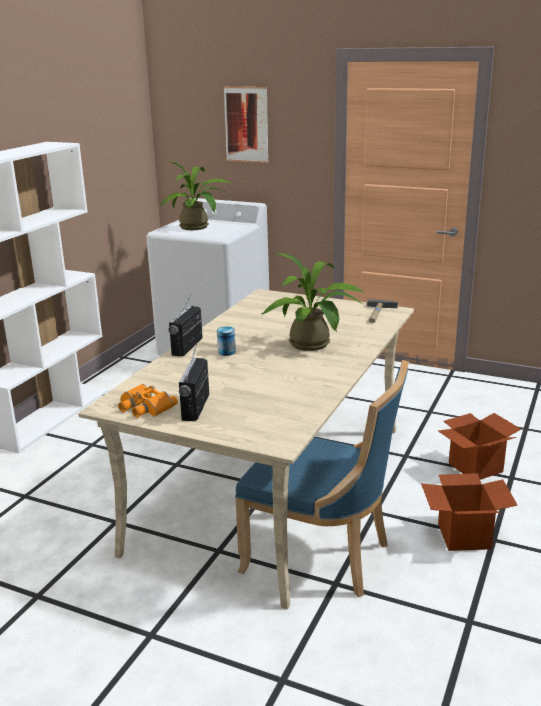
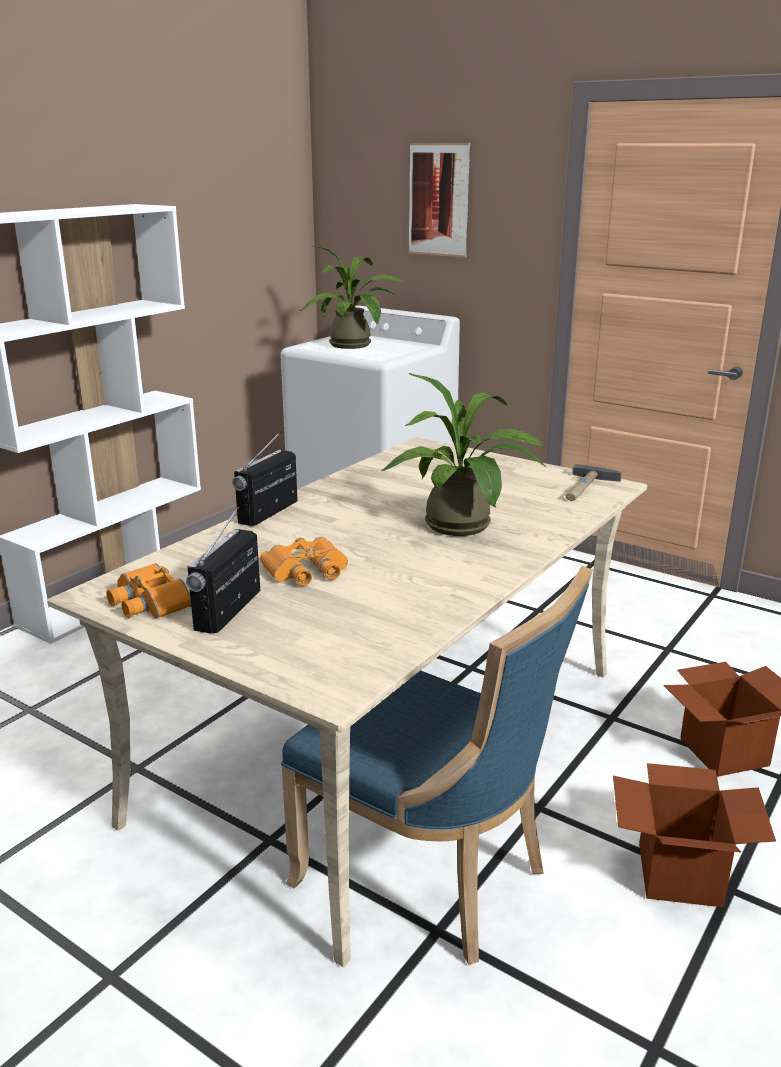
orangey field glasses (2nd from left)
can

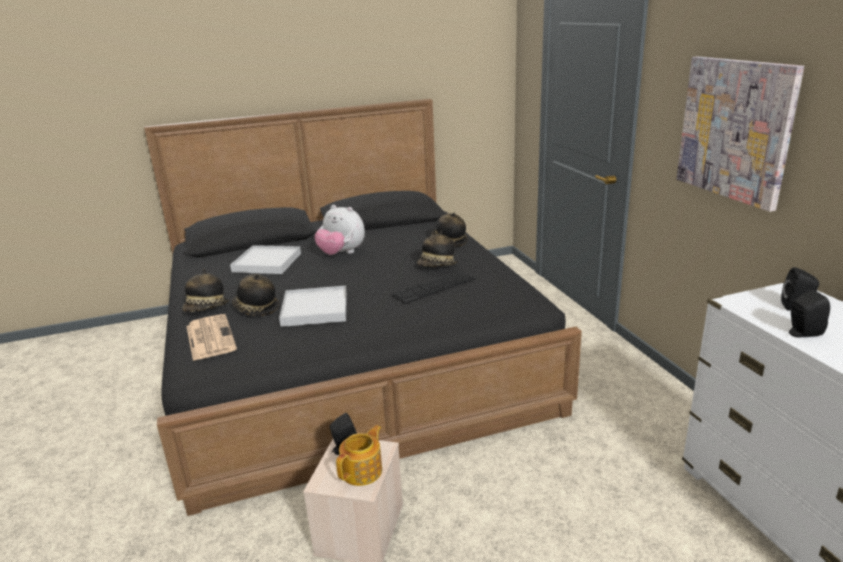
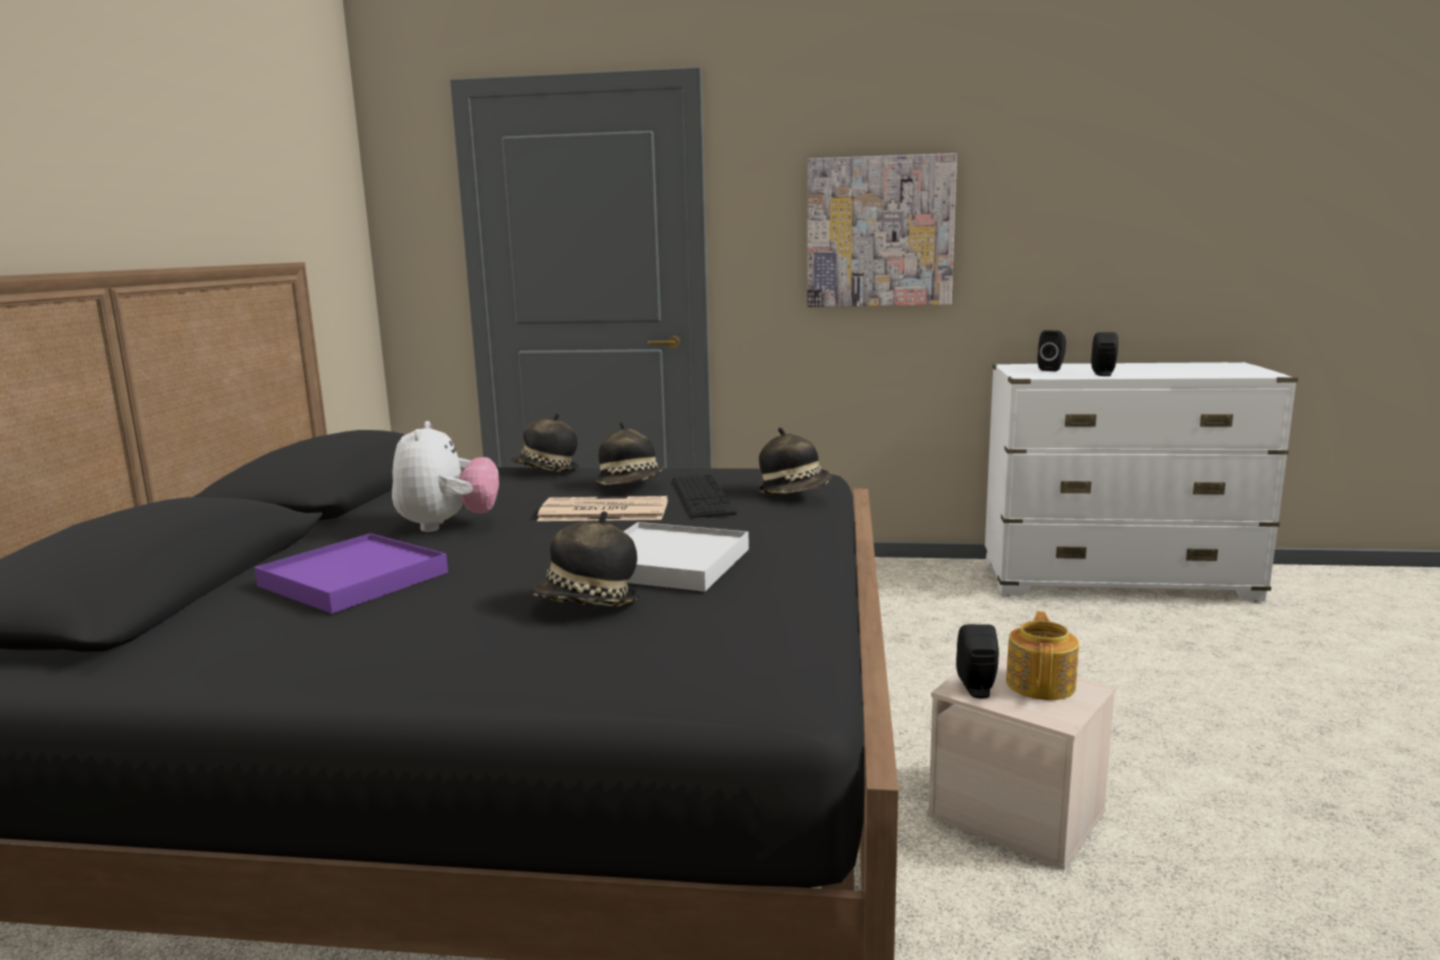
purple-coloured tray
cuddly toy
printed paper
hat (4th from left)
teapot

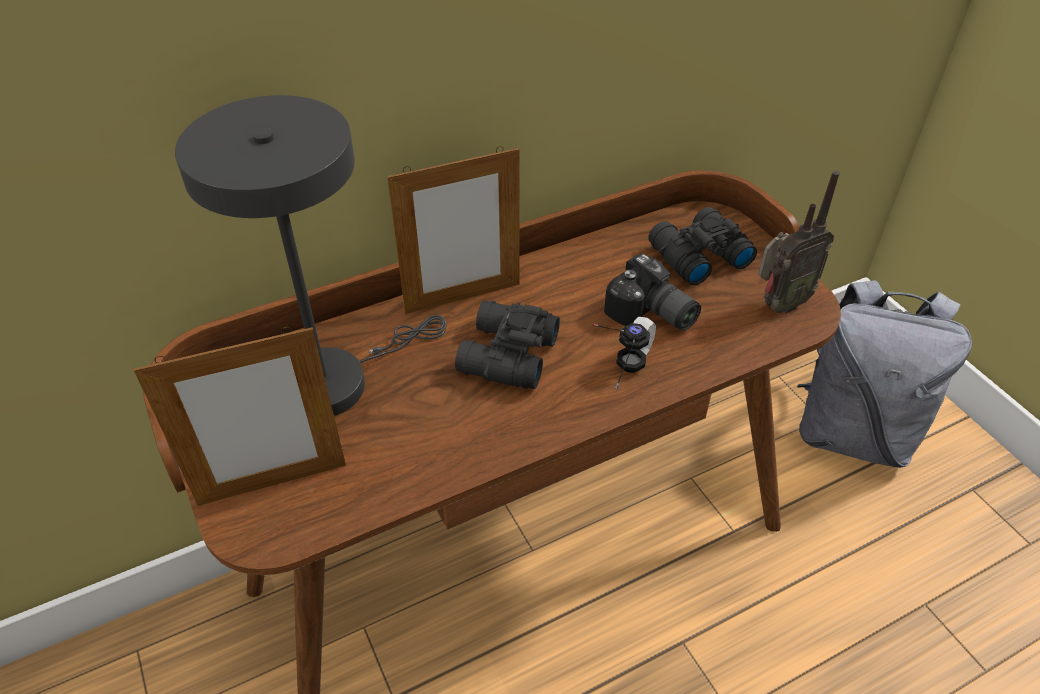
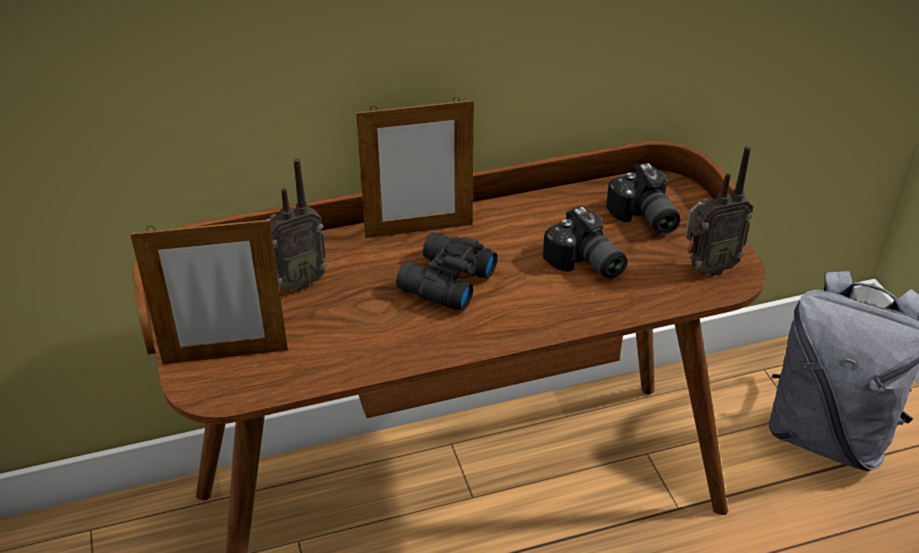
radio set (1st from left)
photo camera (2nd from left)
headset

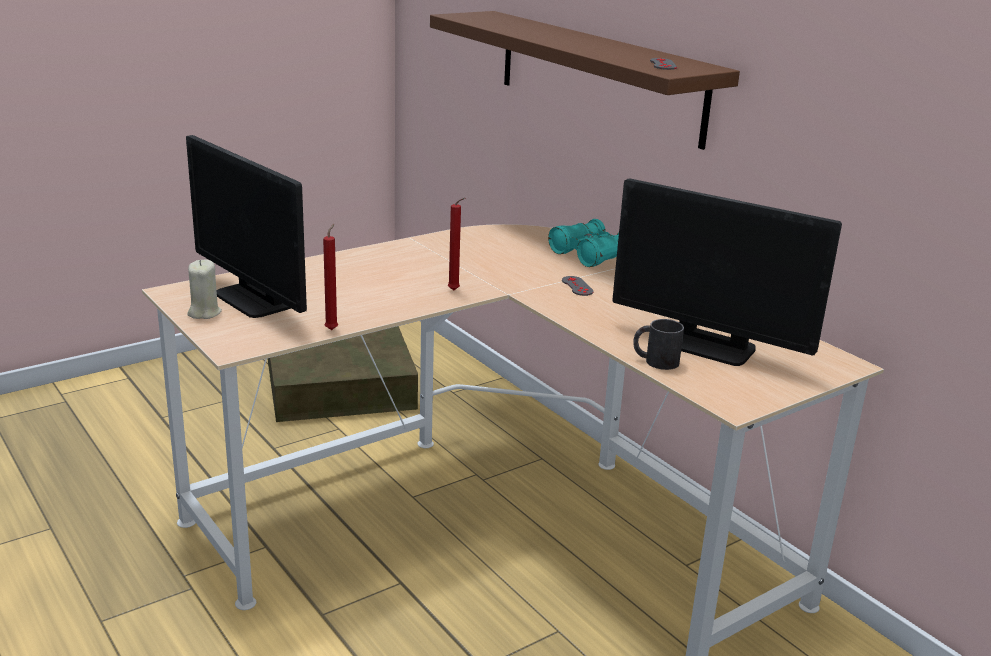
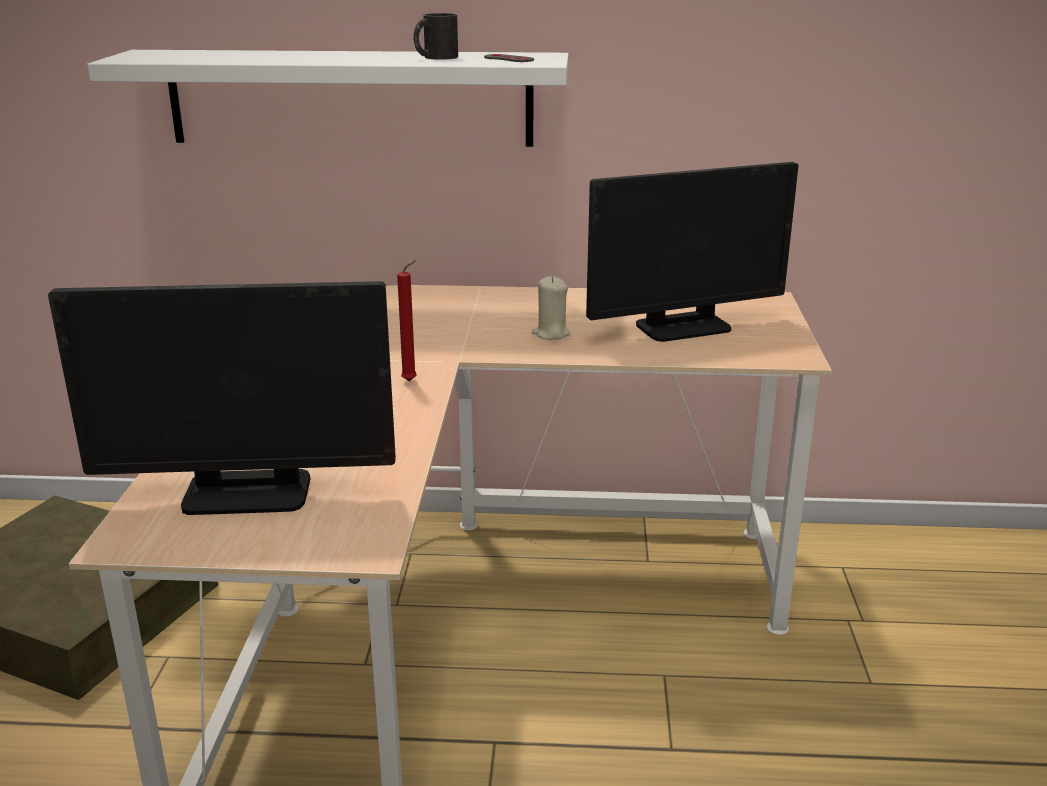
white wall shelf
black coffee mug
beige candle
red-coloured candle (1st from left in the first image)
turquoise-coloured field glasses
greyish joypad (1st from left in the first image)

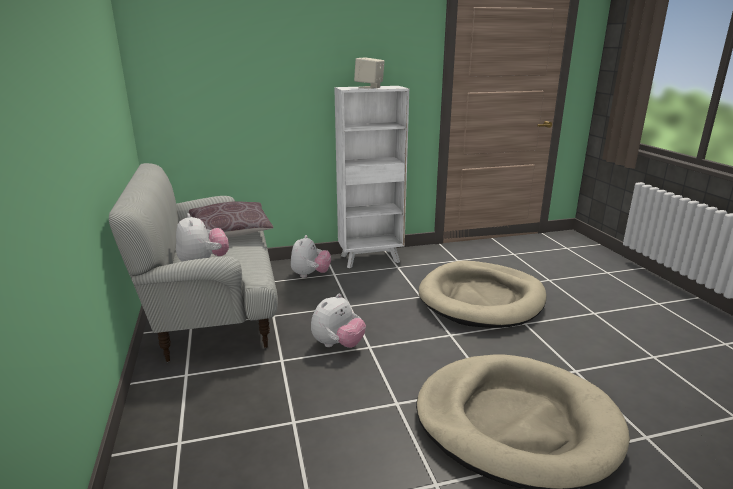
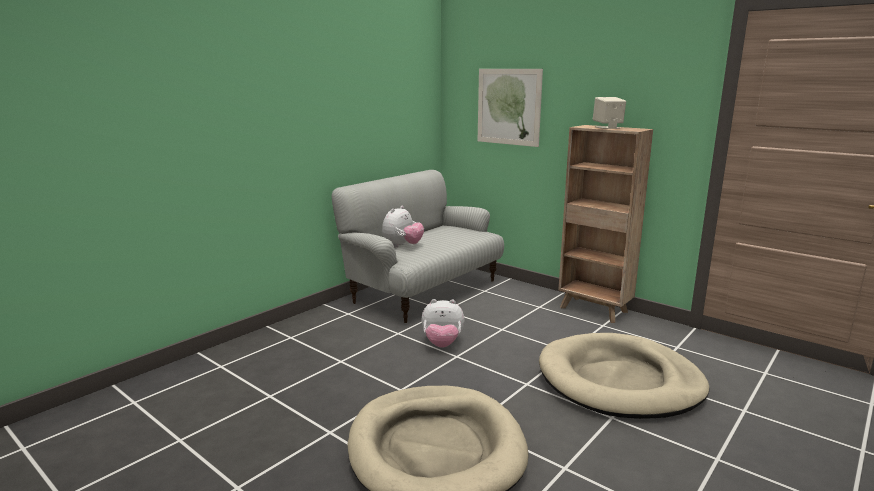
wall picture
brownish bookshelf
brownish cushion
cuddly toy (2nd from left in the first image)

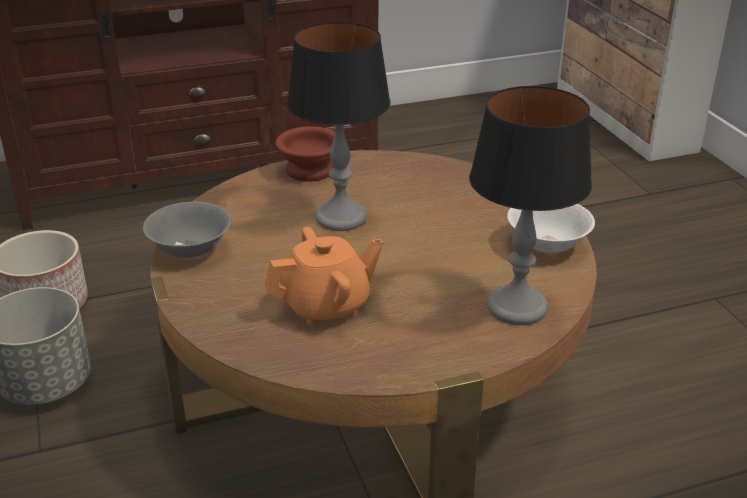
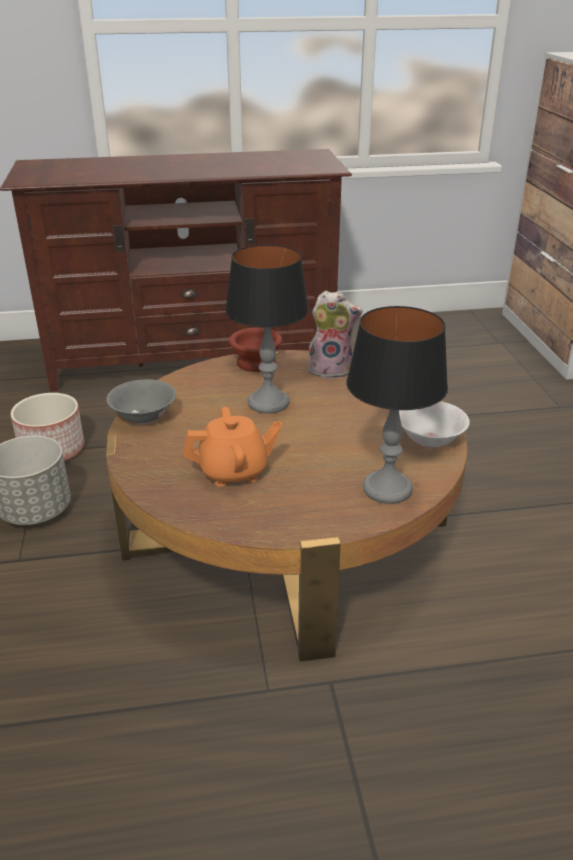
cuddly toy

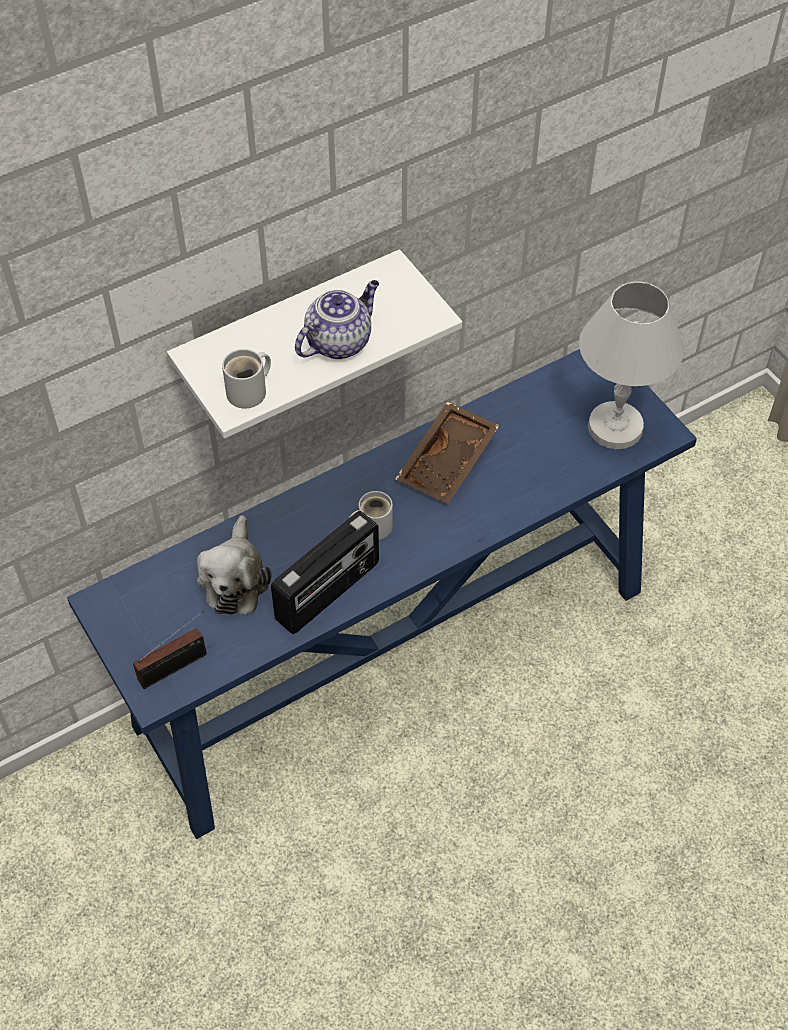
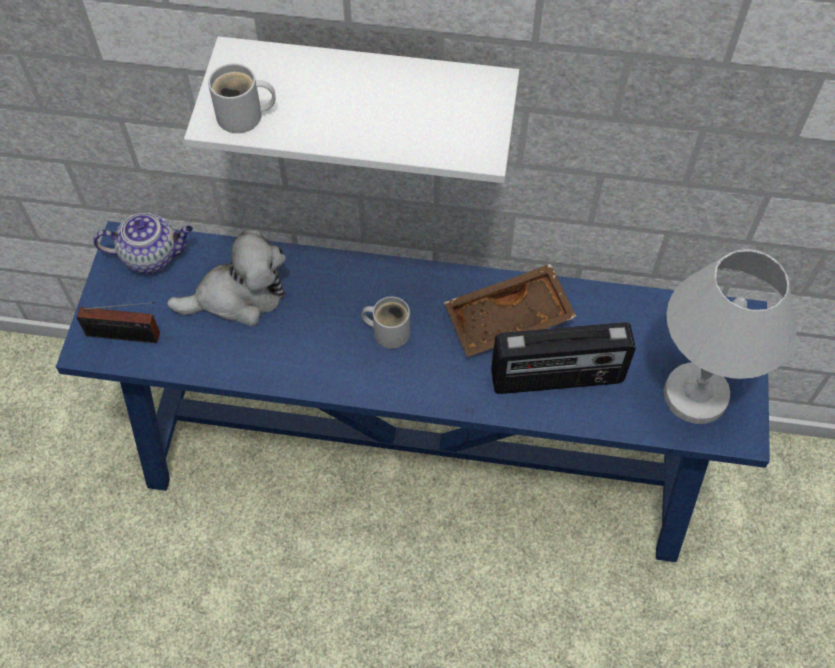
teapot
cuddly toy
radio set (2nd from left)

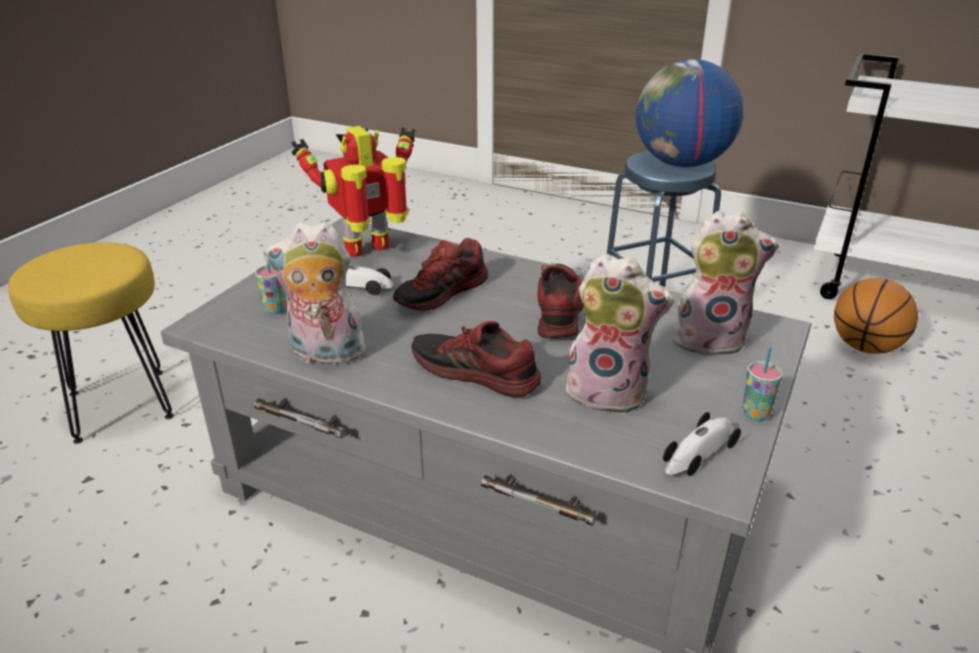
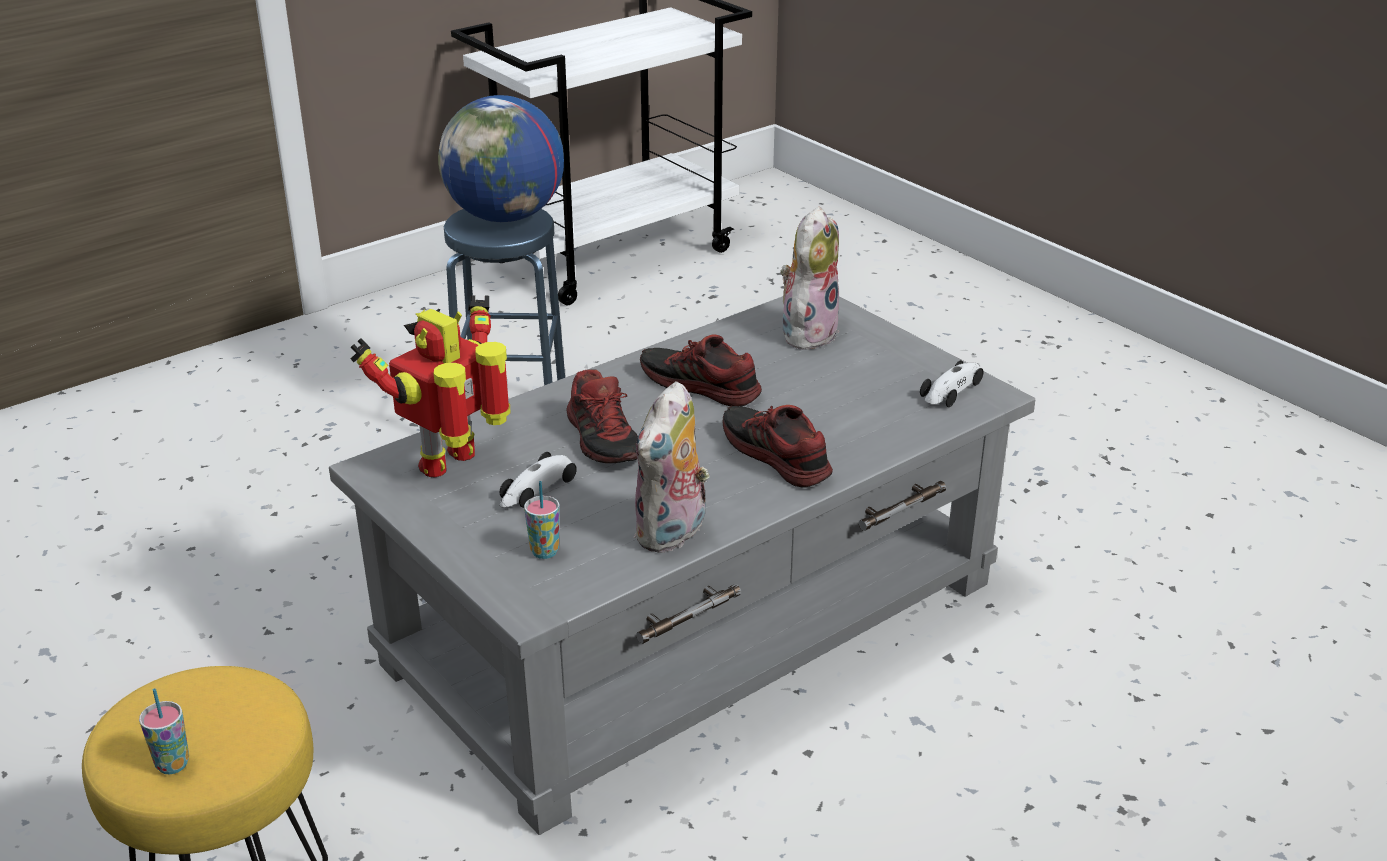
drinking cup (1st from left)
model robot
item of footwear (3rd from left)
model car (2nd from left)
cuddly toy (2nd from left in the first image)
basketball ball

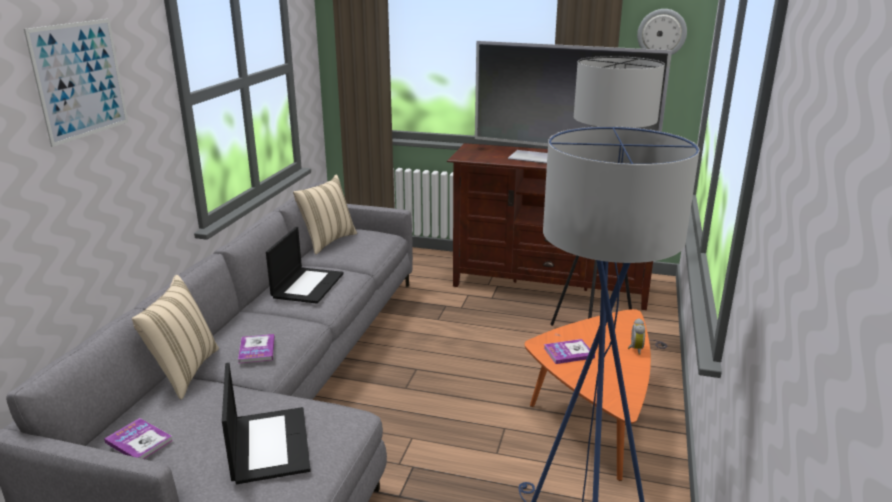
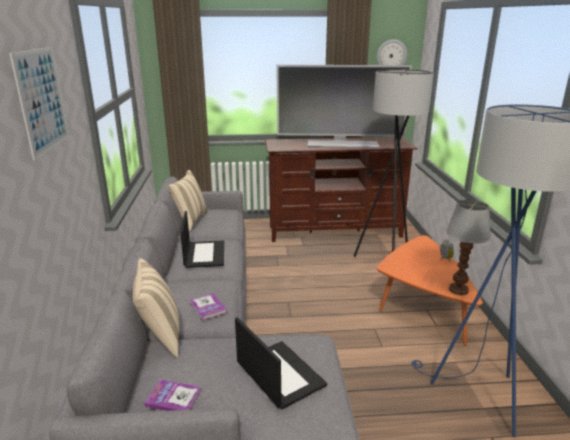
table lamp
bound book (3rd from left in the first image)

